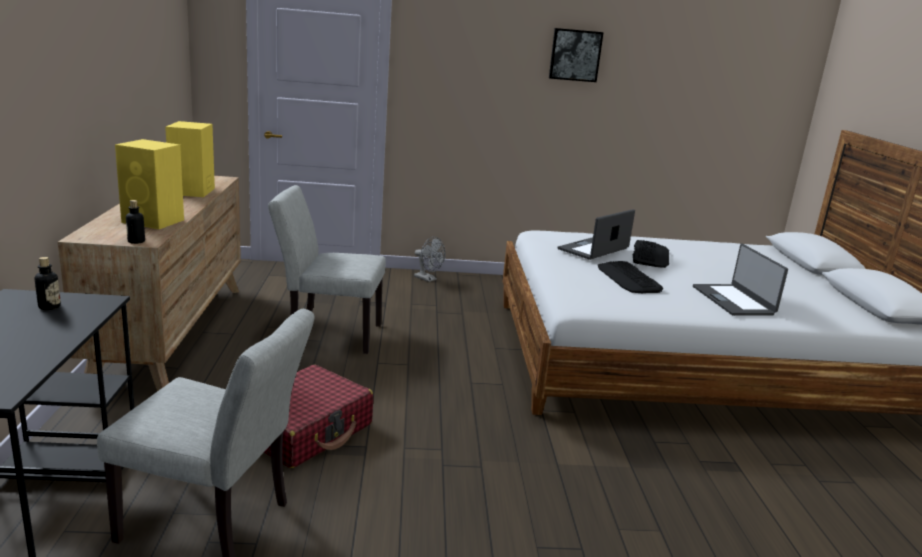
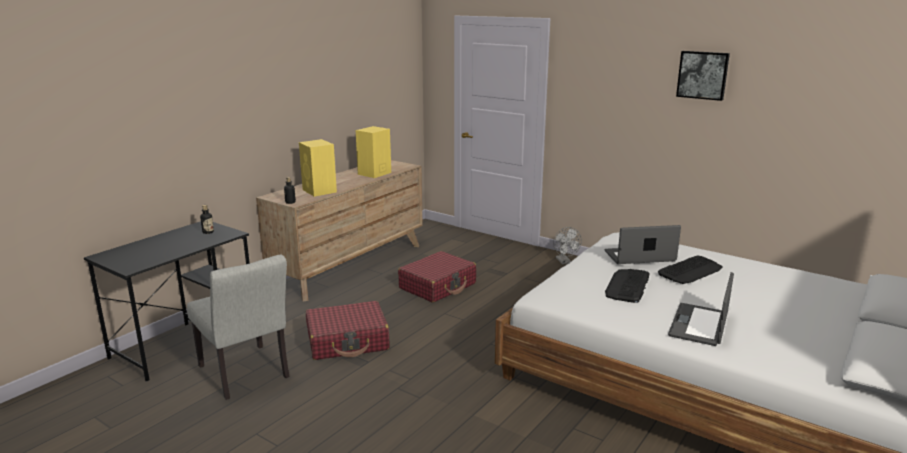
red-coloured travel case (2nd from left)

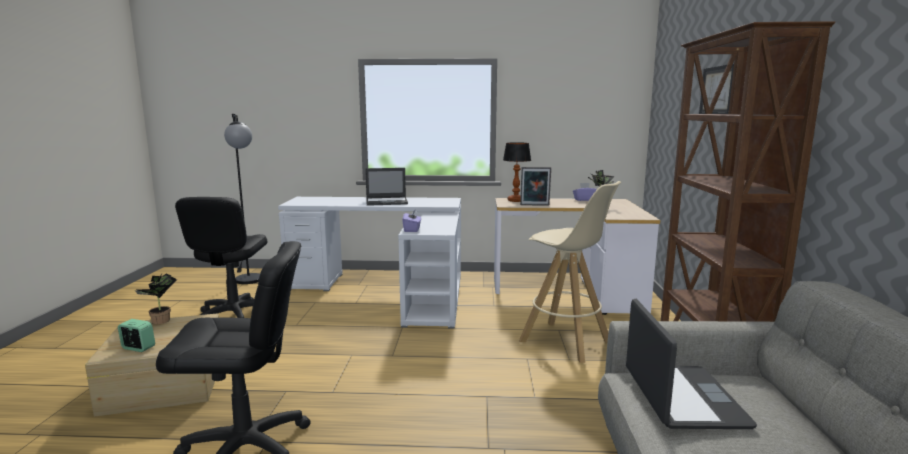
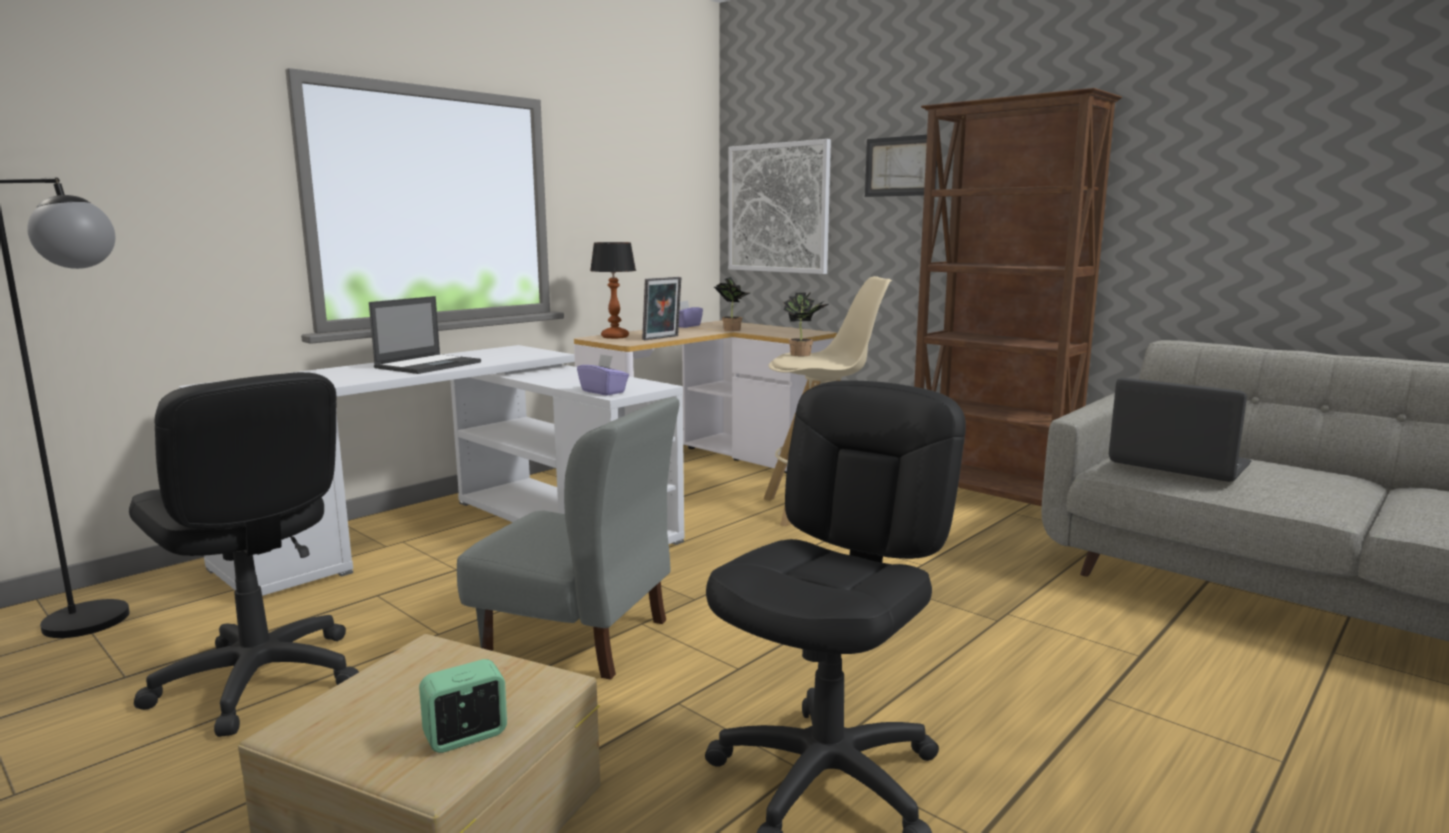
greyish chair
wall picture (1st from left)
houseplant (2nd from left)

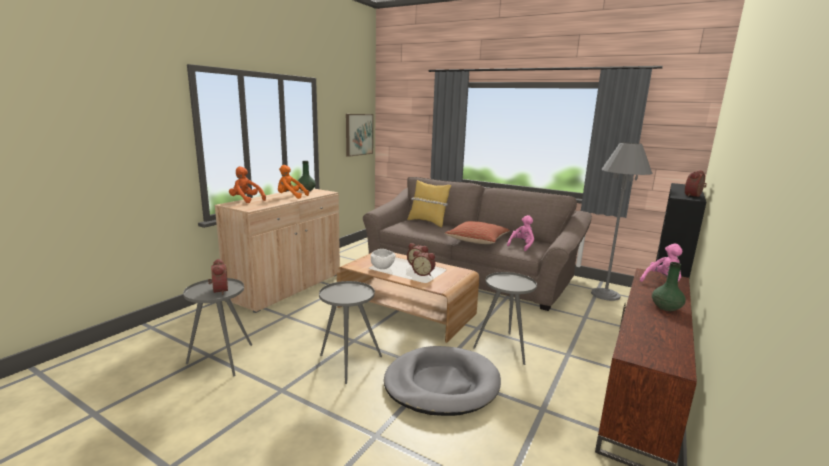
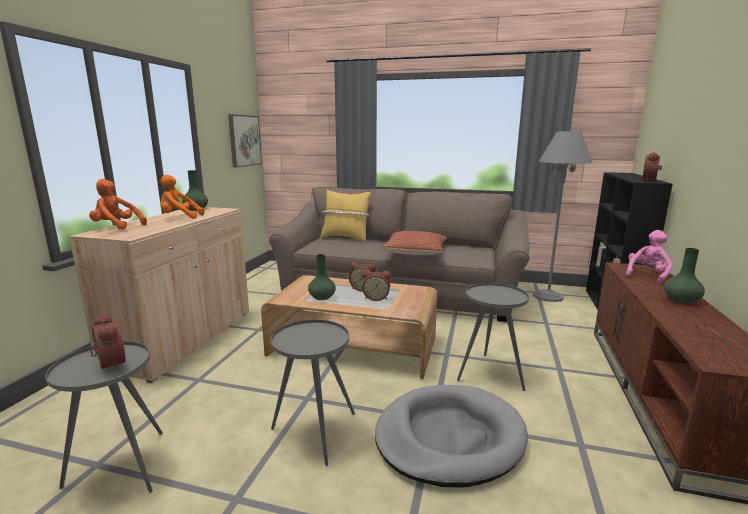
green vase (2nd from left)
pinkish cuddly toy (1st from left in the first image)

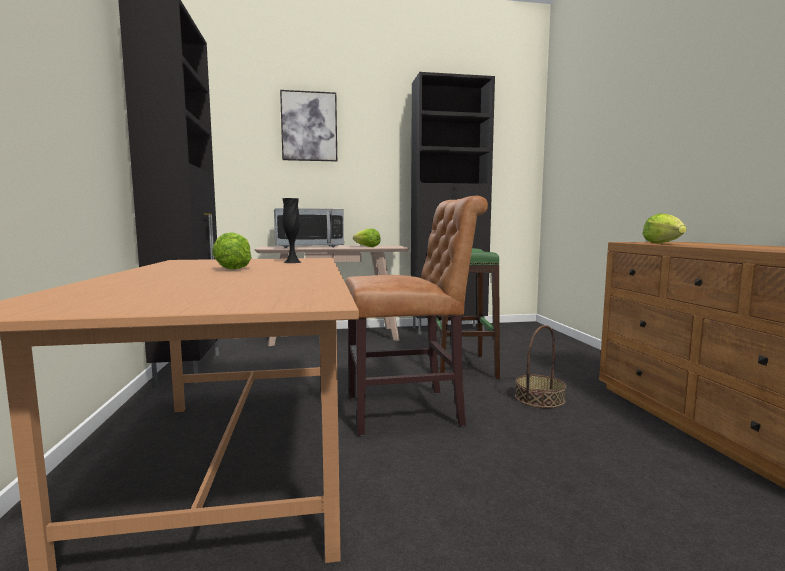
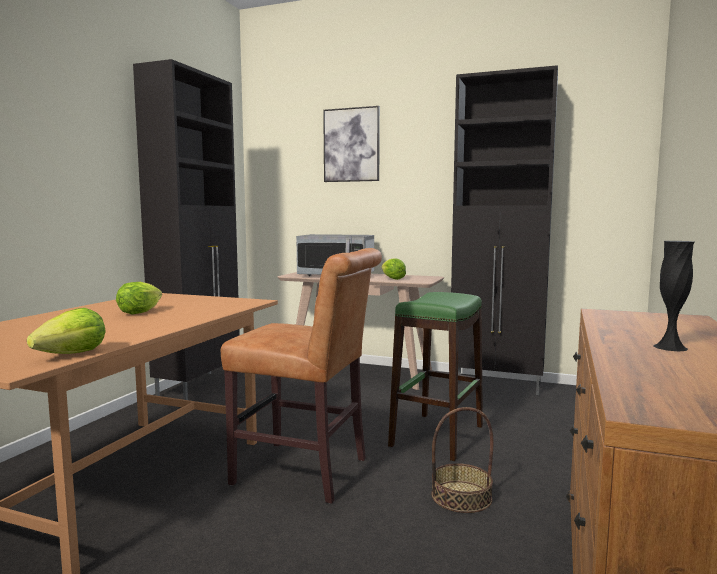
lettuce (1st from left)
black vase

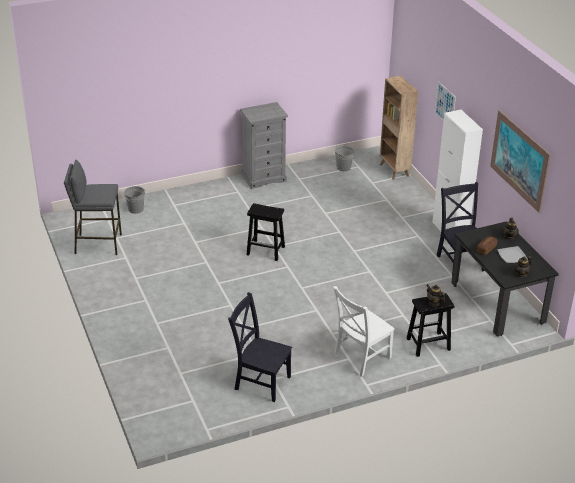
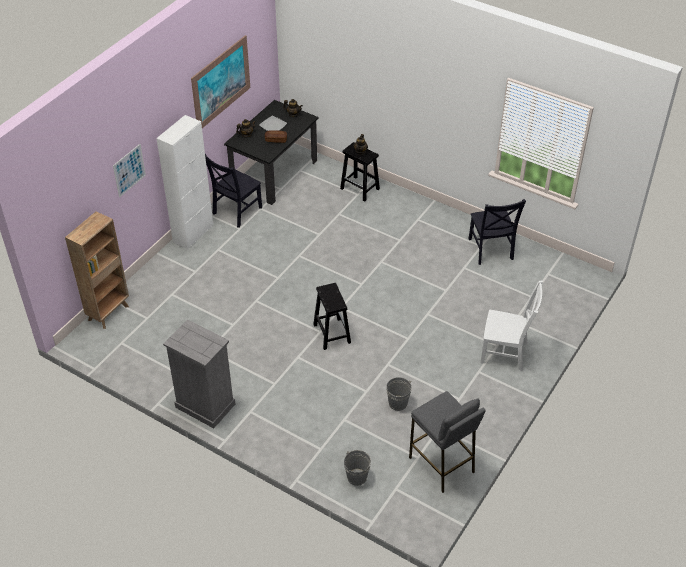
greyish water bucket (2nd from left)
white chair

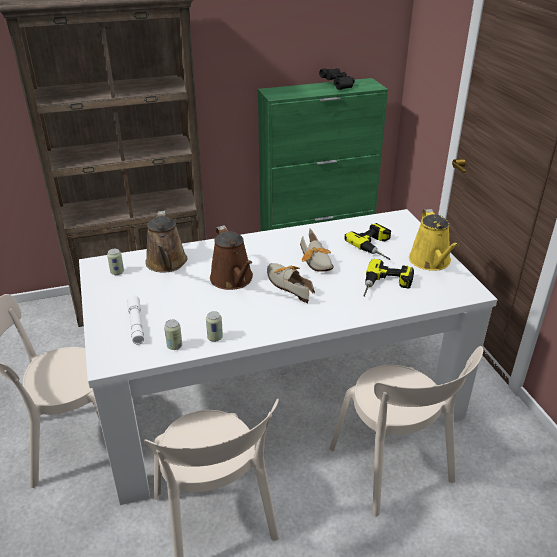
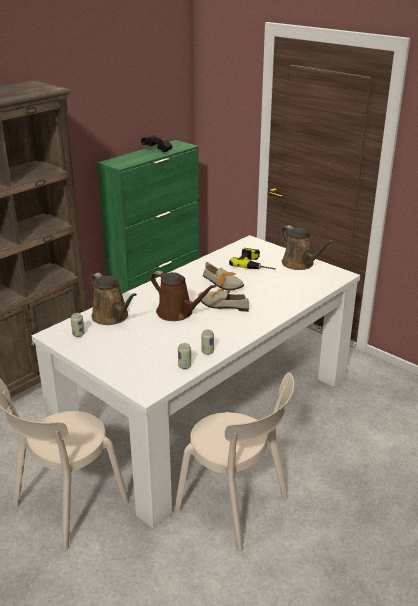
brownish watering can (3rd from left)
white hand torch
beige chair (3rd from left in the first image)
power drill (2nd from left in the first image)

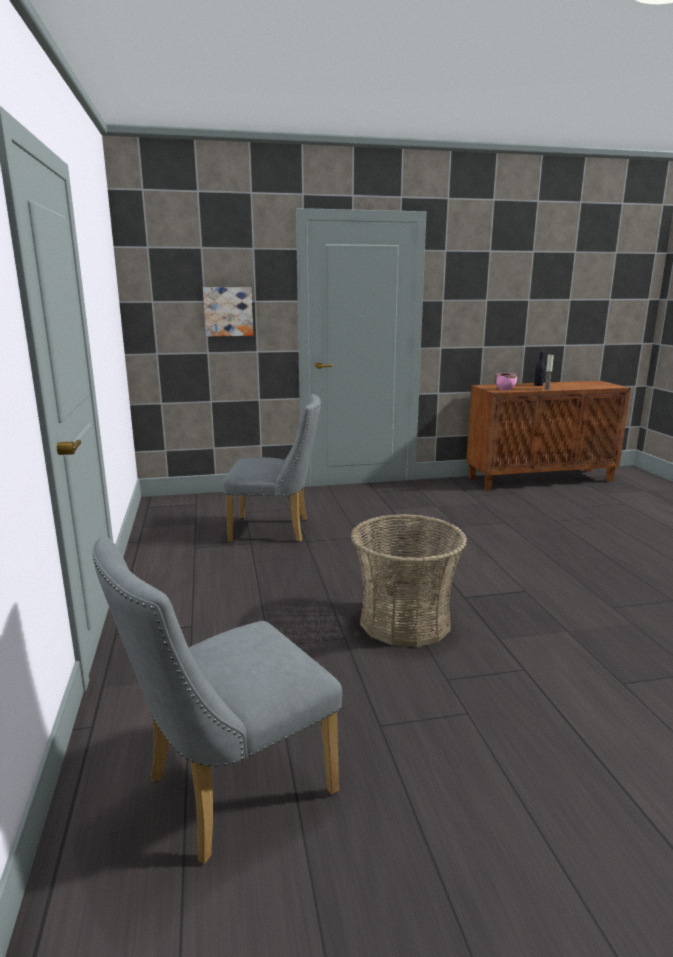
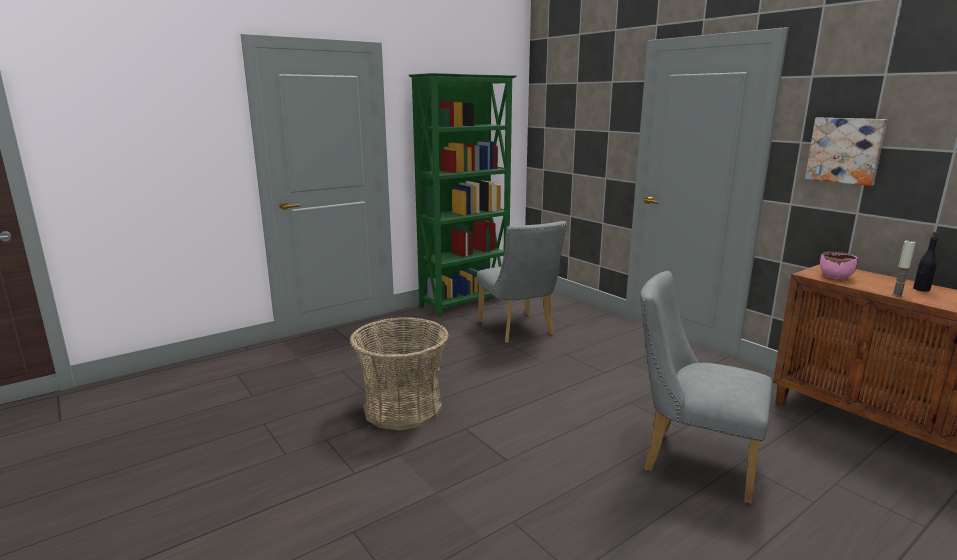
green bookshelf
greyish chair (2nd from left)
wall picture

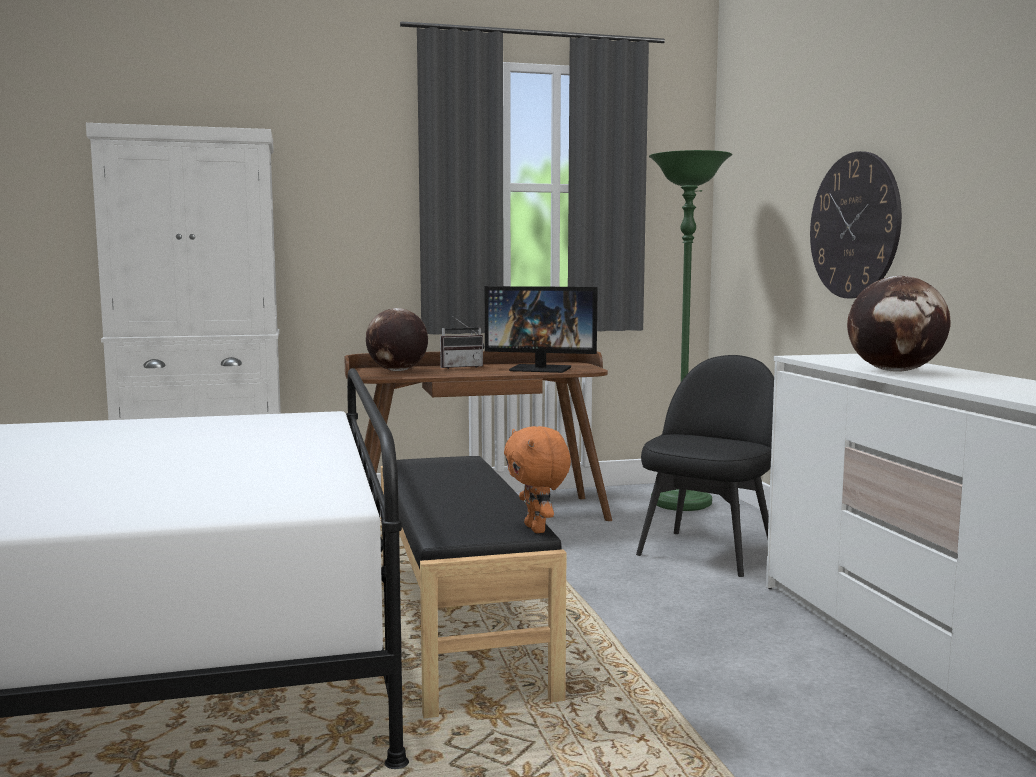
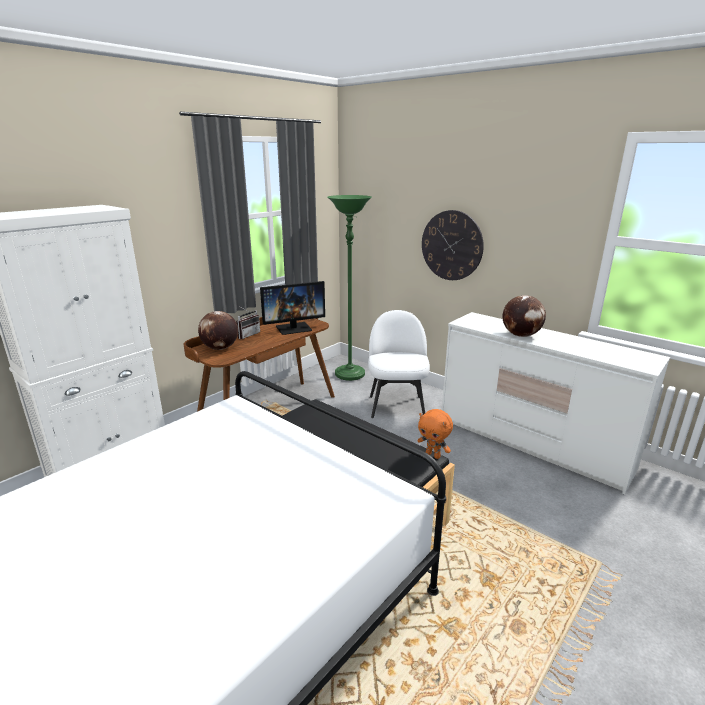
white chair

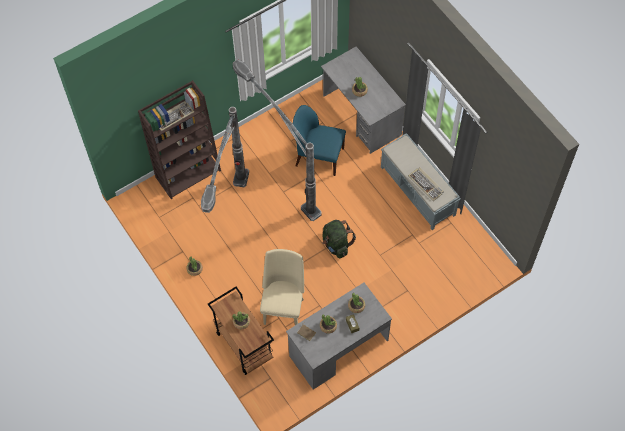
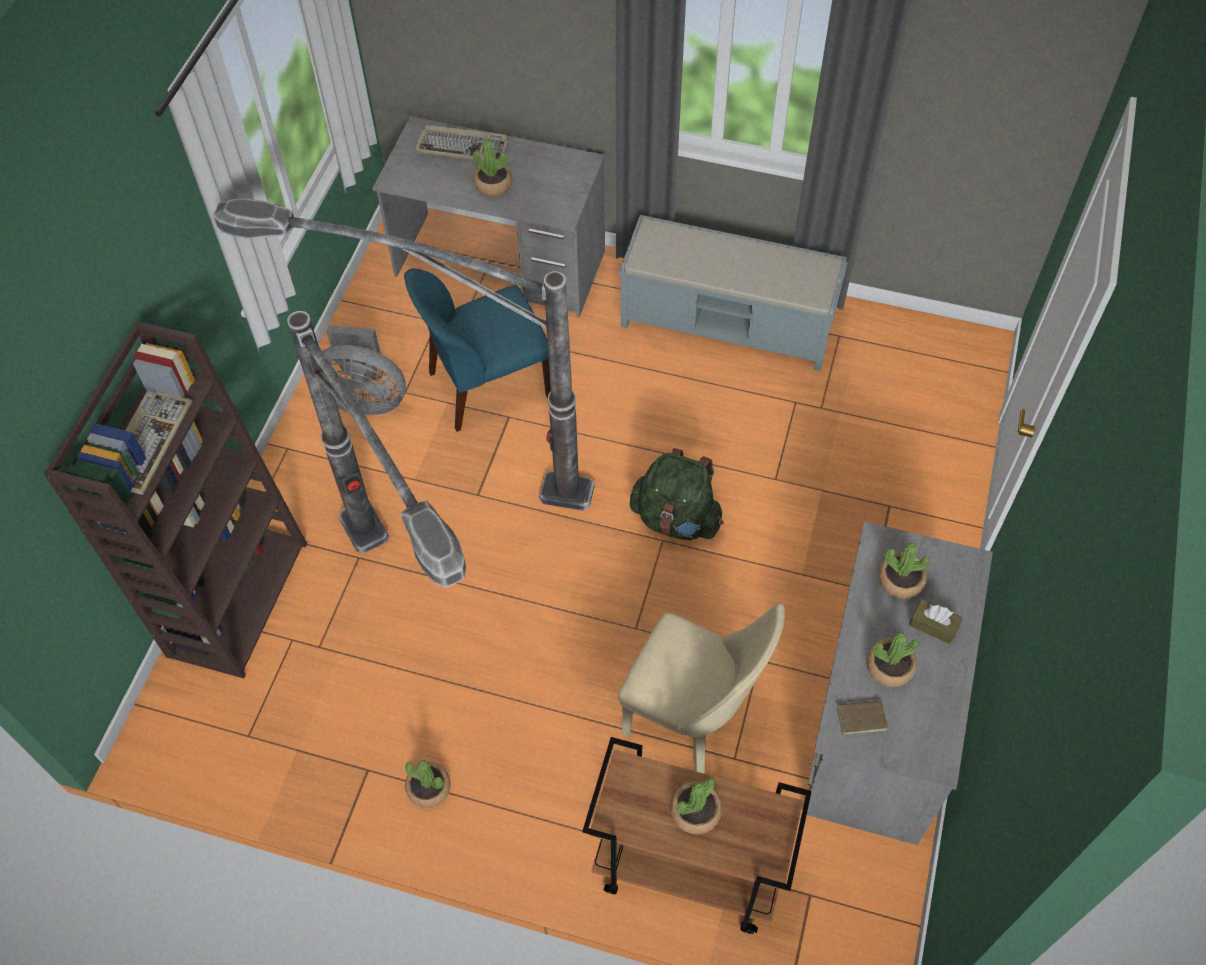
greyish cooling fan
computer keyboard (2nd from left)
beige chair

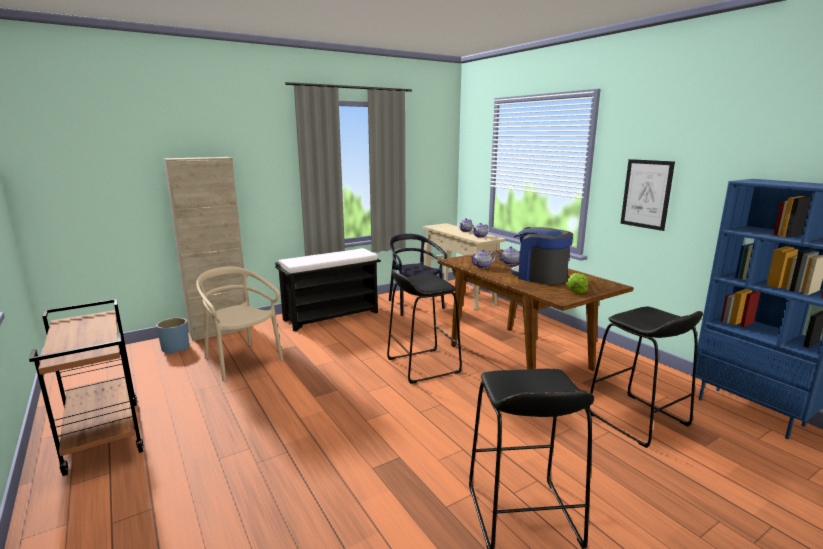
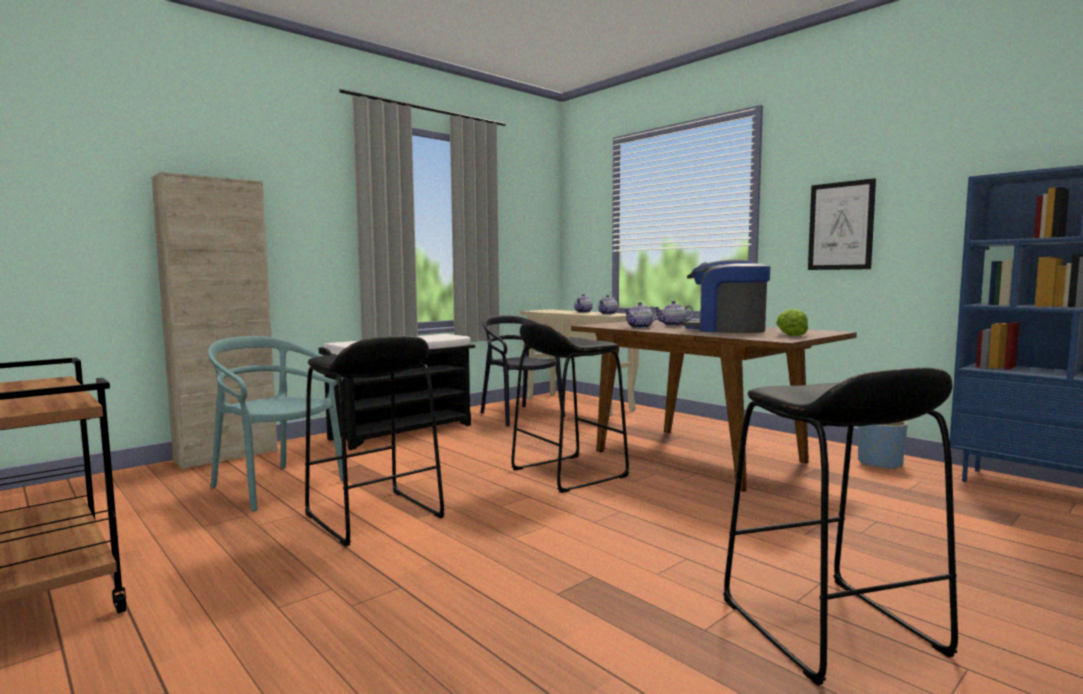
turquoise-coloured chair
black sitting stool (1st from left)
blue flower pot

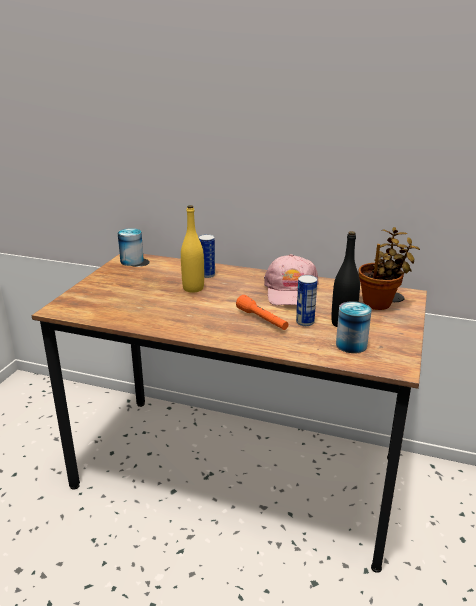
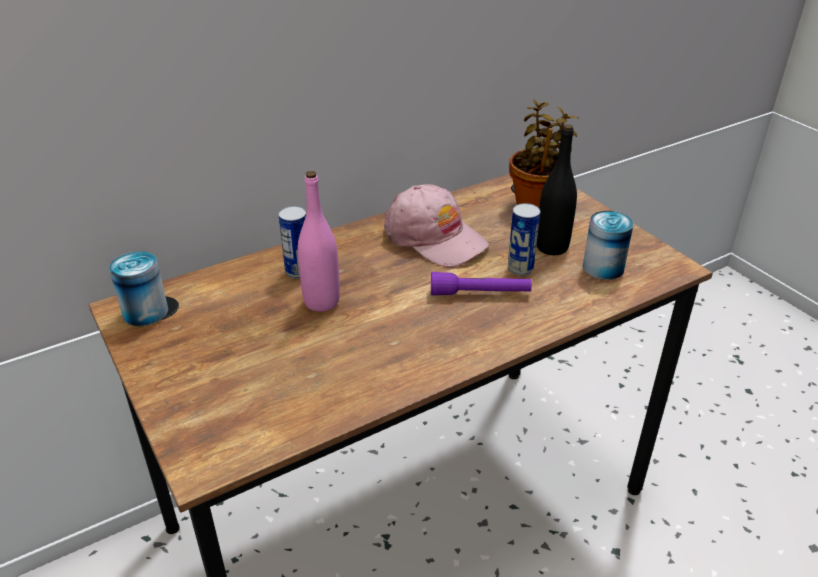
pinkish beverage bottle
purple-coloured hand torch

